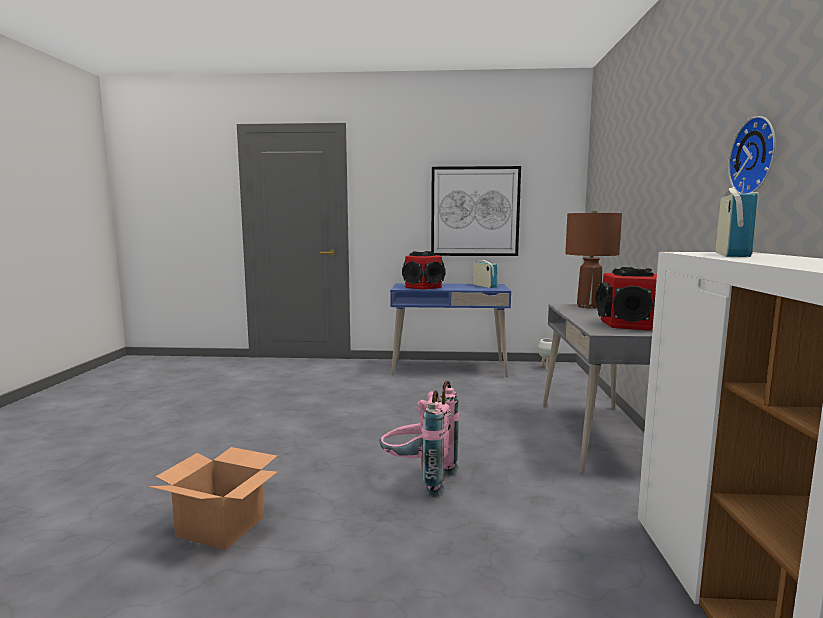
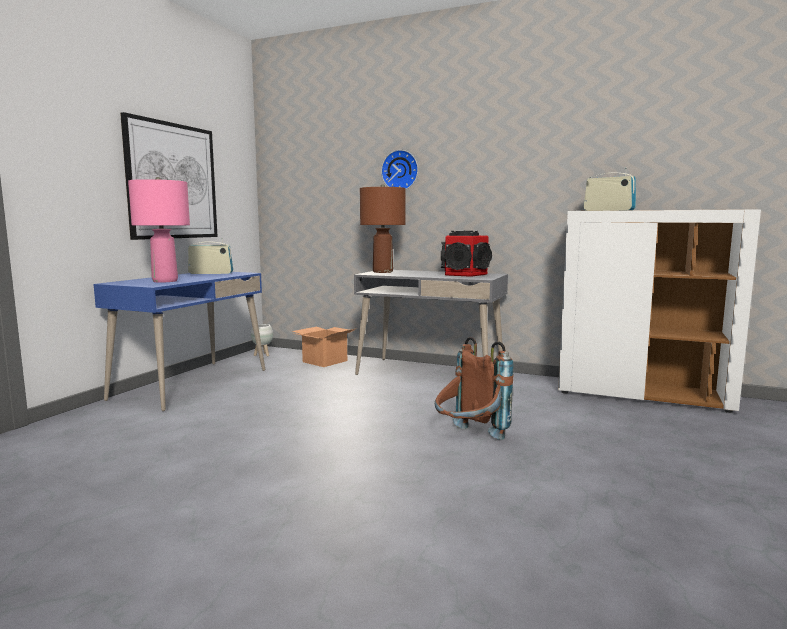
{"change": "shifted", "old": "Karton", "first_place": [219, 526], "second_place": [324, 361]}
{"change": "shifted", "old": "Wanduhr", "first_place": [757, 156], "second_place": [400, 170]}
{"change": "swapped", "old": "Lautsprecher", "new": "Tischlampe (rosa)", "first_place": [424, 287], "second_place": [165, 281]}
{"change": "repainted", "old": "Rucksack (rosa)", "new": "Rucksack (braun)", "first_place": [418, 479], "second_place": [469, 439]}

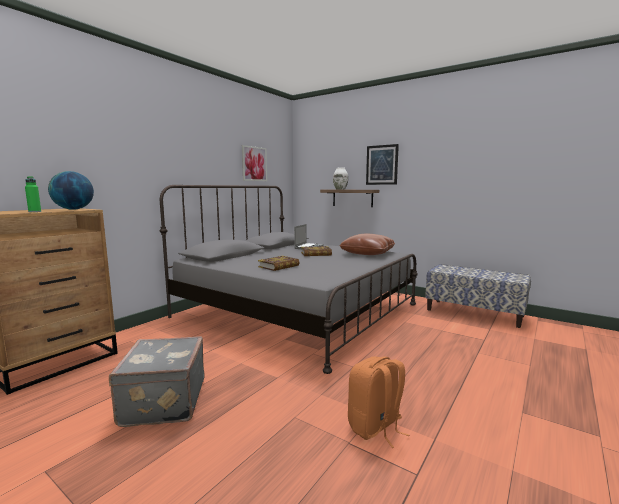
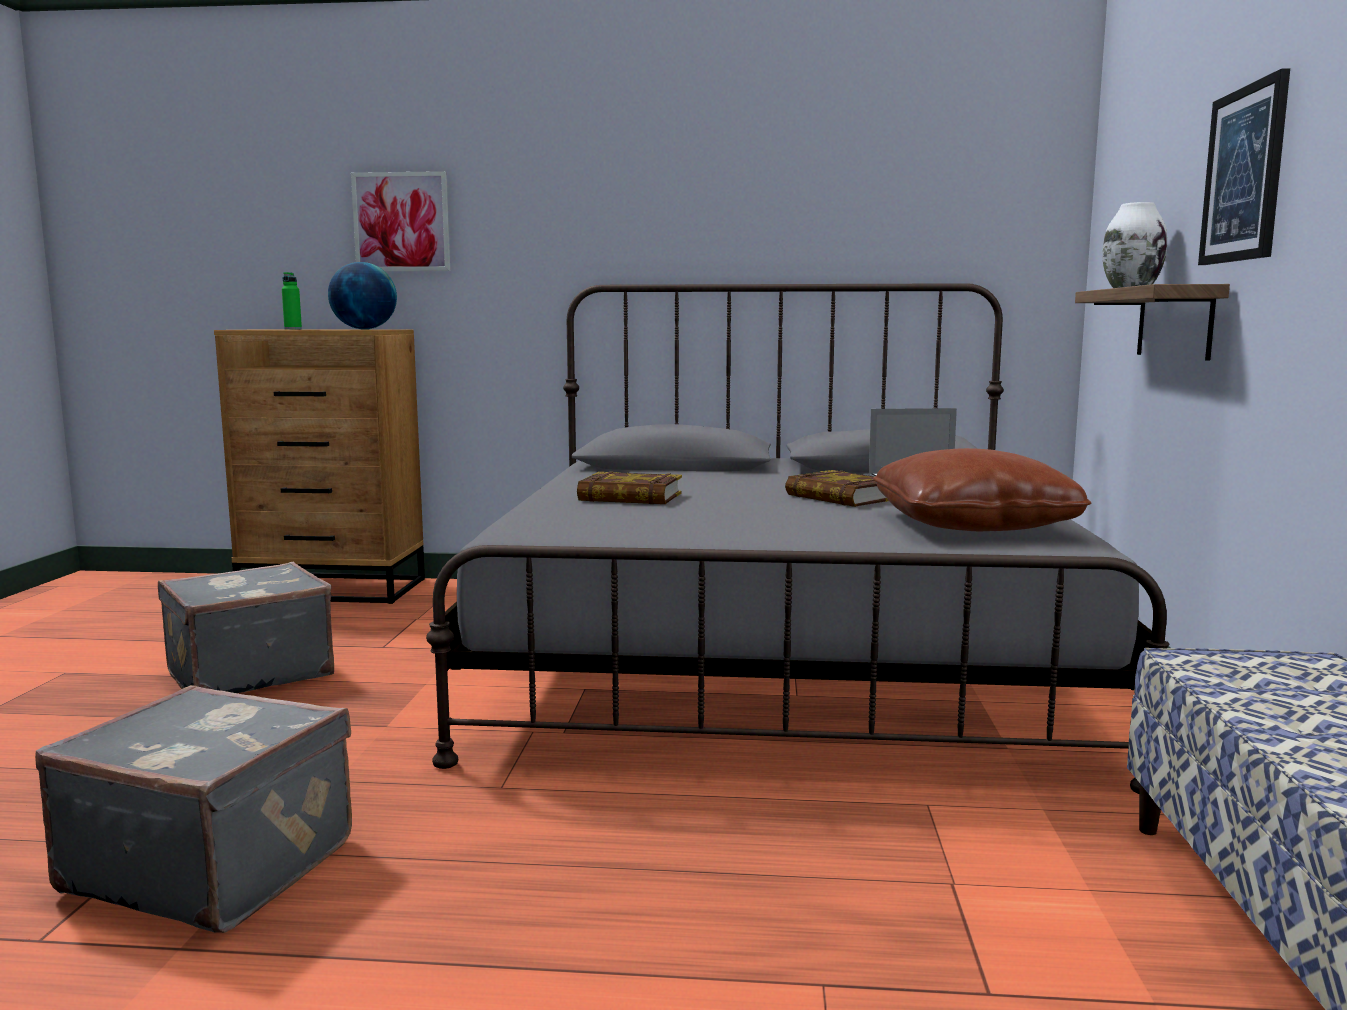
{"change": "shifted", "old": "Bild", "first_place": [254, 164], "second_place": [401, 222]}
{"change": "swapped", "old": "Rucksack (orange)", "new": "Koffer (grau)", "first_place": [375, 427], "second_place": [213, 864]}

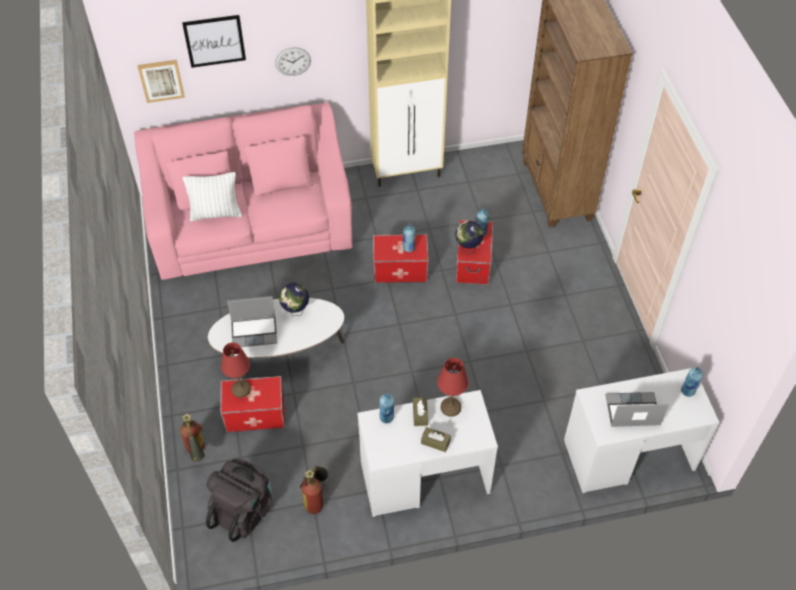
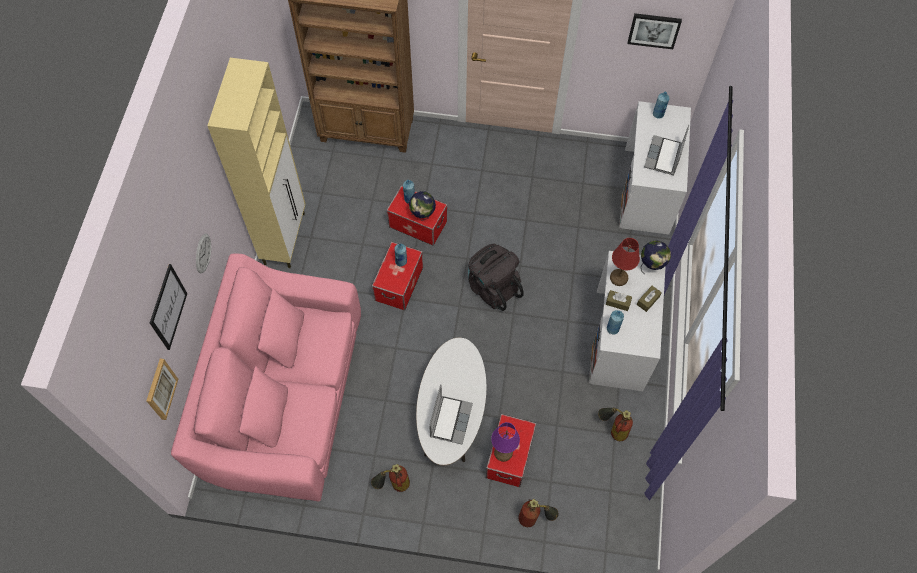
{"change": "gone", "old": "Kissen (weiß)", "first_place": [216, 213]}
{"change": "new", "new": "Feuerlöscher", "second_place": [393, 485]}
{"change": "new", "new": "Bild", "second_place": [654, 30]}
{"change": "shifted", "old": "Rucksack (schwarz)", "first_place": [244, 510], "second_place": [492, 287]}
{"change": "shifted", "old": "Globus", "first_place": [295, 311], "second_place": [651, 265]}
{"change": "repainted", "old": "Tischlampe (rot)", "new": "Tischlampe (lila)", "first_place": [241, 389], "second_place": [503, 452]}

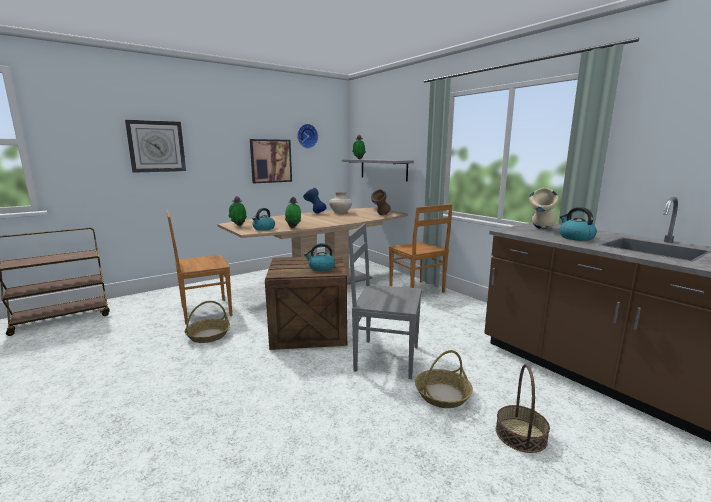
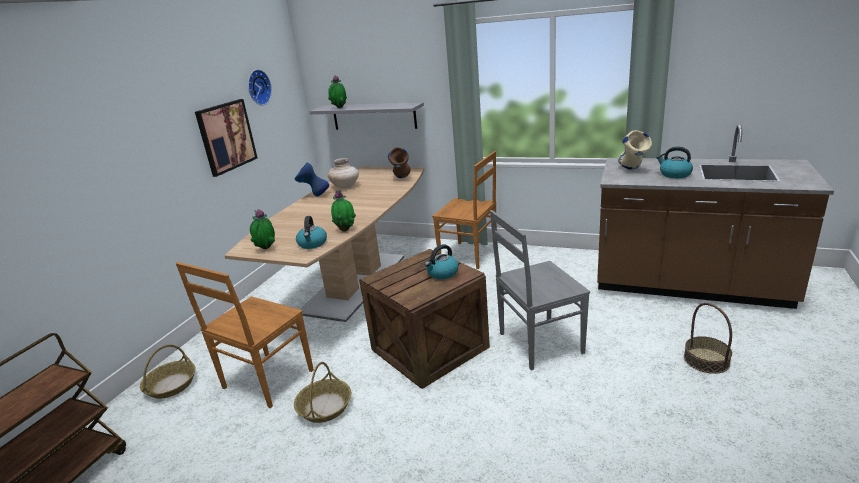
{"change": "gone", "old": "Wanduhr", "first_place": [156, 146]}
{"change": "shifted", "old": "Korb", "first_place": [442, 394], "second_place": [171, 385]}

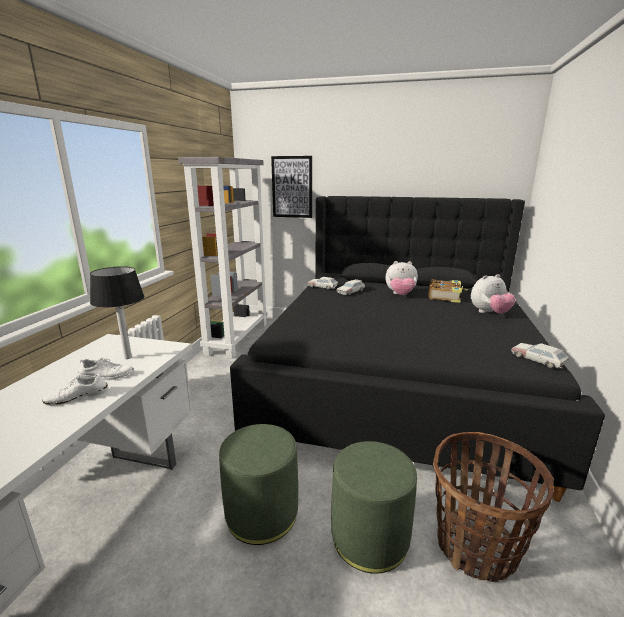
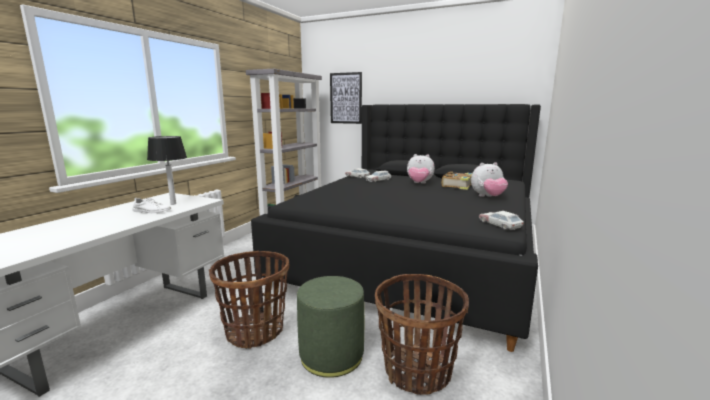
{"change": "gone", "old": "Schuh (weiß)", "first_place": [77, 396]}
{"change": "swapped", "old": "Polsterhocker (grün)", "new": "Korb", "first_place": [261, 513], "second_place": [255, 331]}

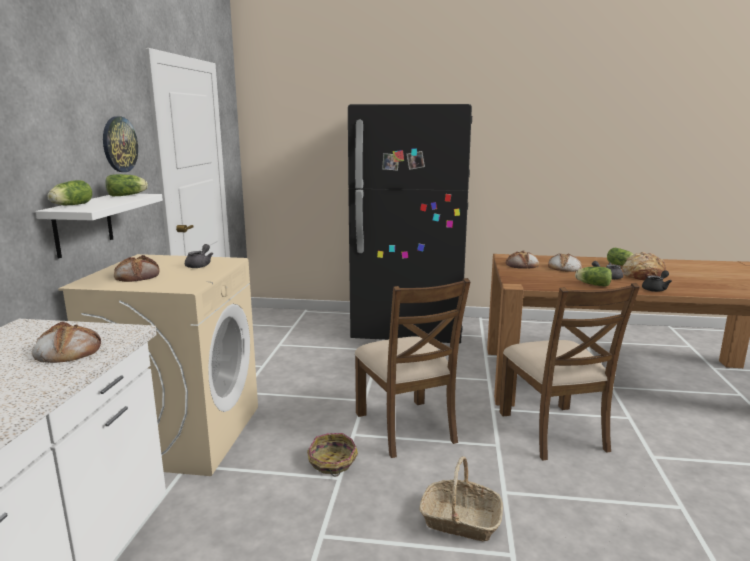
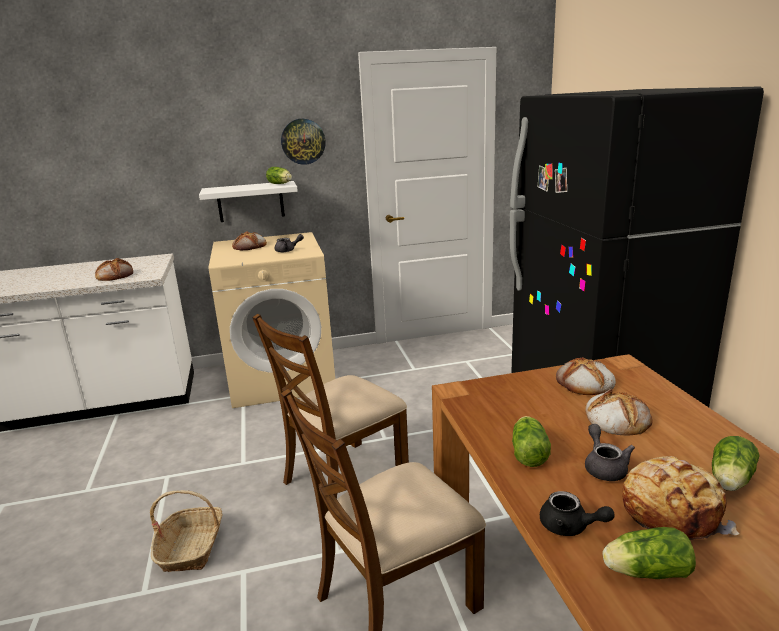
{"change": "gone", "old": "Korb", "first_place": [332, 463]}
{"change": "shifted", "old": "Salatkopf", "first_place": [70, 205], "second_place": [644, 572]}

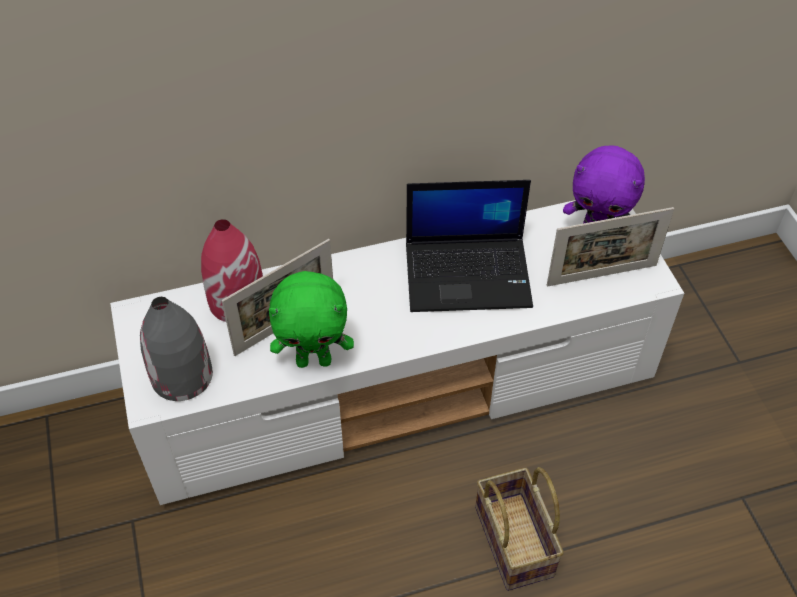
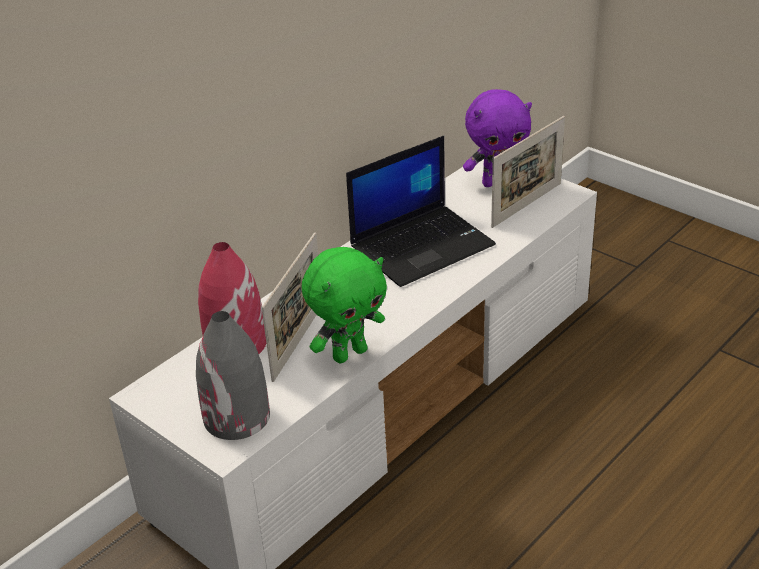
{"change": "gone", "old": "Korb", "first_place": [516, 543]}

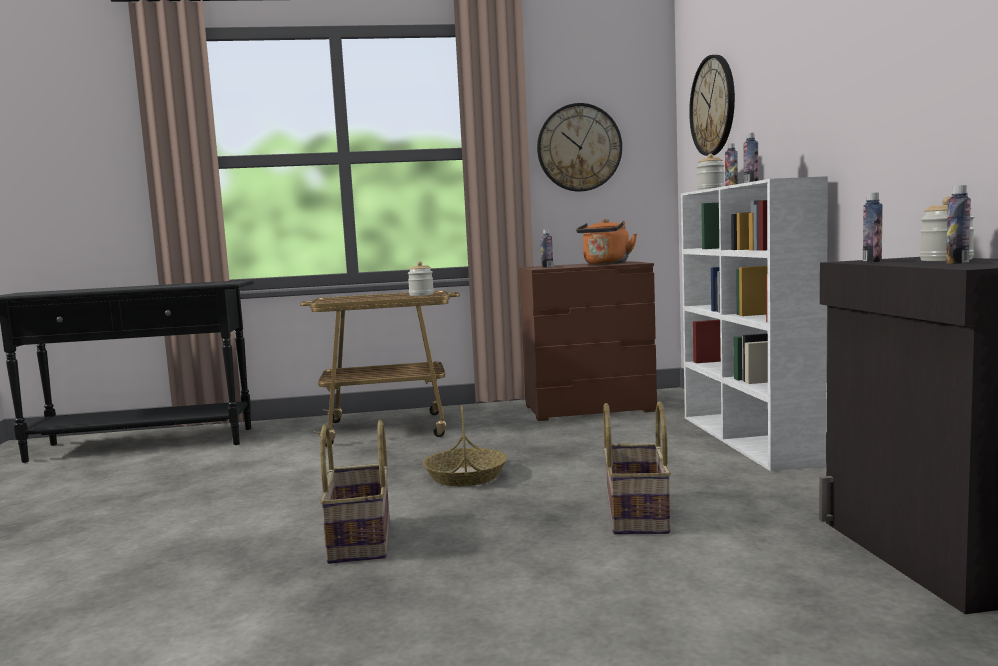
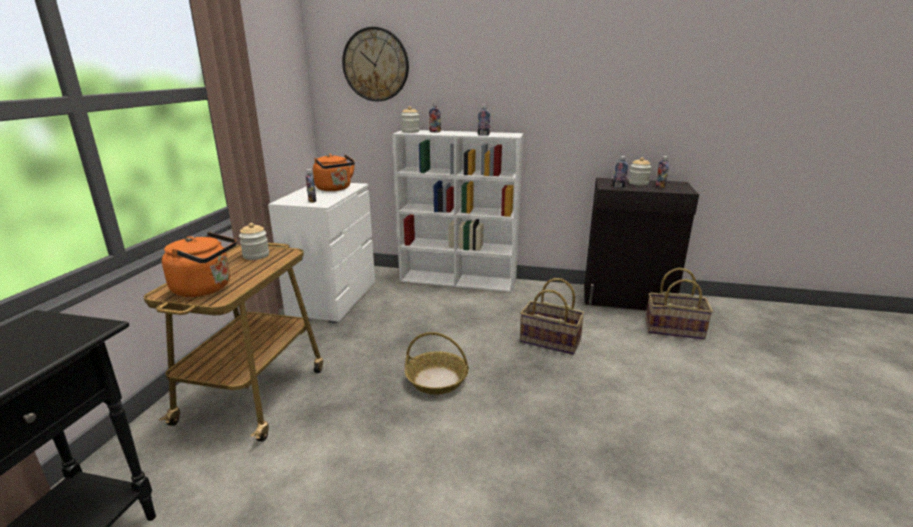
{"change": "gone", "old": "Wanduhr", "first_place": [579, 148]}
{"change": "new", "new": "Wasserkessel (orange)", "second_place": [206, 288]}
{"change": "shifted", "old": "Korb", "first_place": [362, 540], "second_place": [674, 329]}
{"change": "repainted", "old": "Kommode (braun)", "new": "Kommode (weiß)", "first_place": [589, 408], "second_place": [333, 299]}

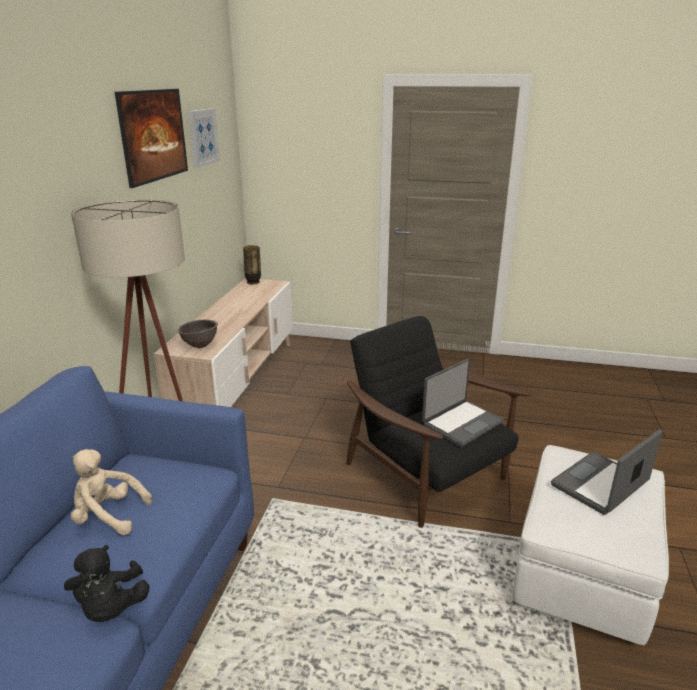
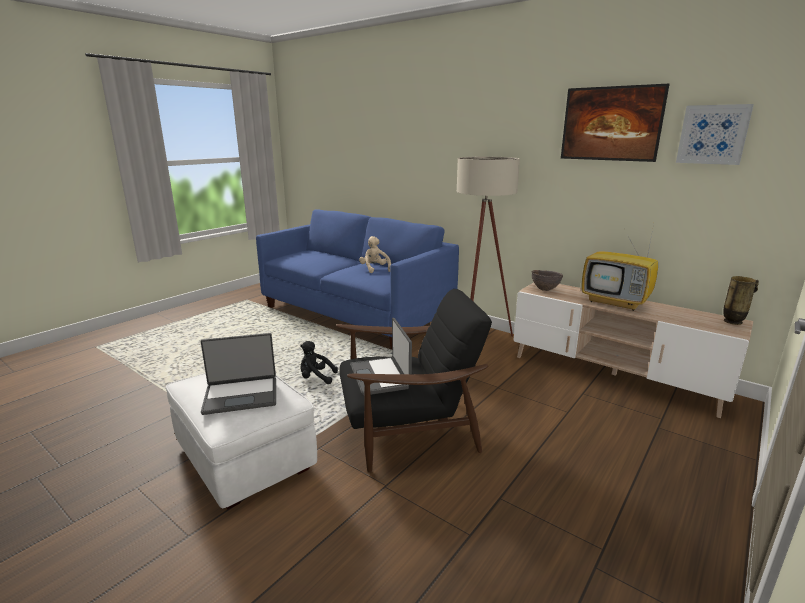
{"change": "new", "new": "Fernseher", "second_place": [616, 302]}
{"change": "shifted", "old": "Plüschtier (schwarz)", "first_place": [111, 608], "second_place": [316, 378]}
{"change": "rotated", "old": "Plüschtier (beige)", "first_place": [108, 516], "second_place": [374, 269], "degrees": -60}
{"change": "rotated", "old": "Laptop", "first_place": [601, 485], "second_place": [241, 395], "degrees": 90}

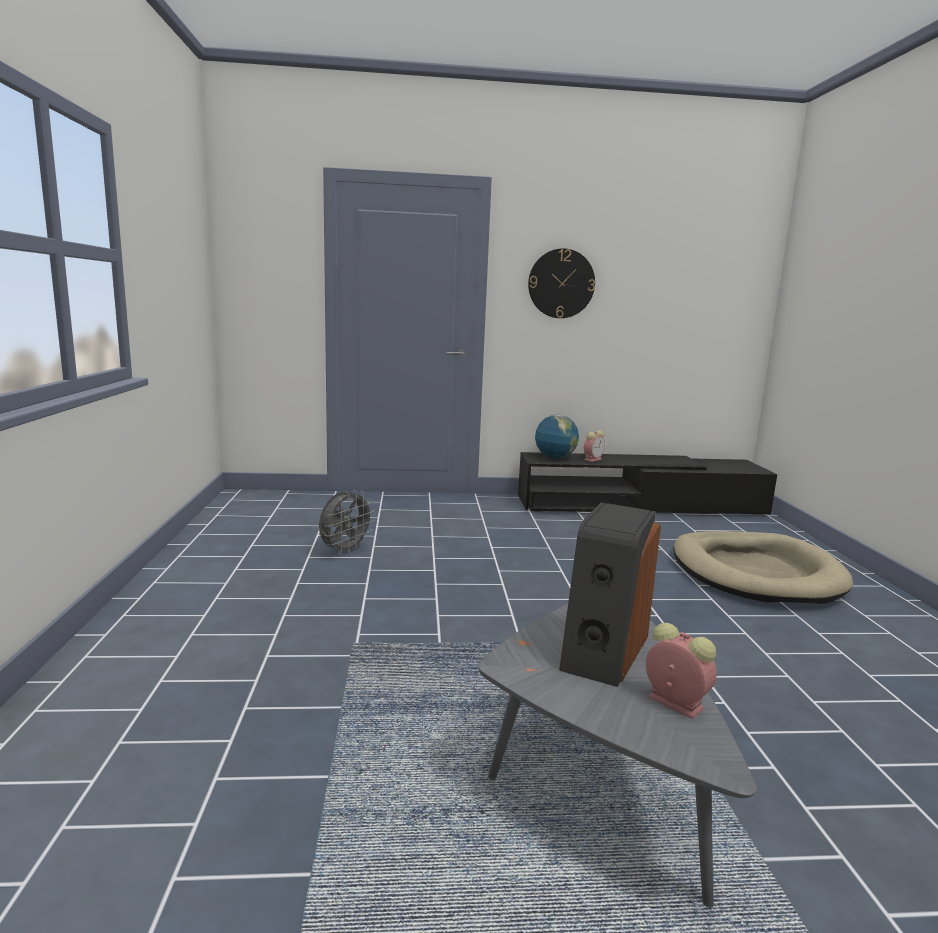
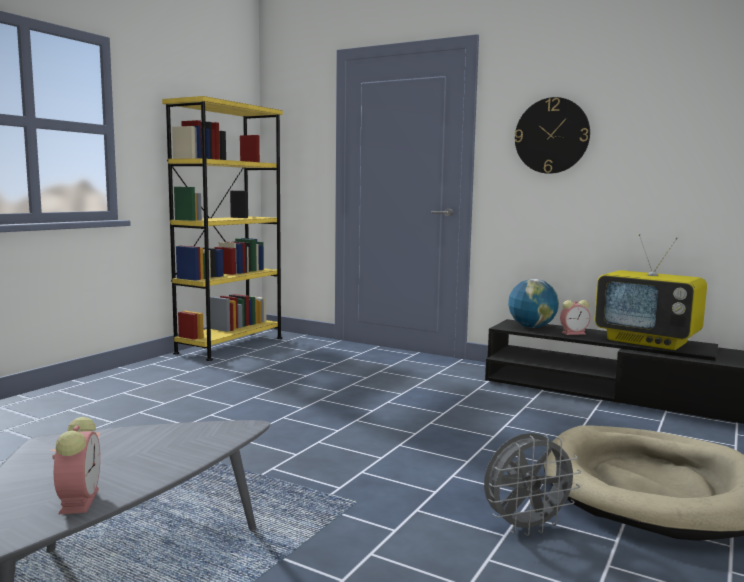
{"change": "gone", "old": "Lautsprecher", "first_place": [603, 651]}
{"change": "new", "new": "Bücherregal (gelb)", "second_place": [230, 345]}
{"change": "new", "new": "Fernseher", "second_place": [648, 341]}
{"change": "shifted", "old": "Ventilator (grau)", "first_place": [345, 551], "second_place": [526, 527]}

